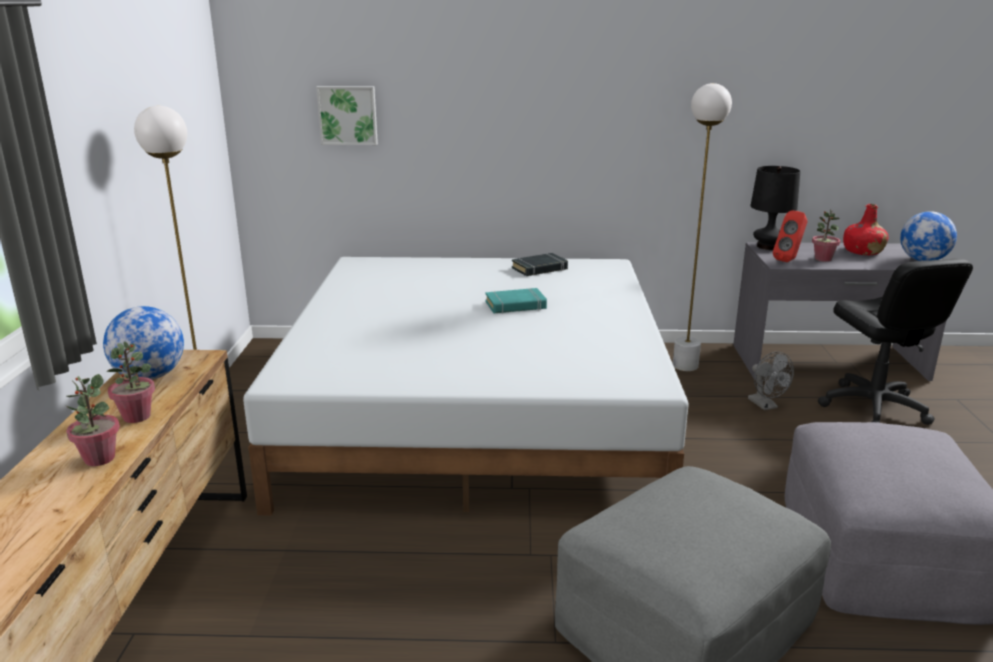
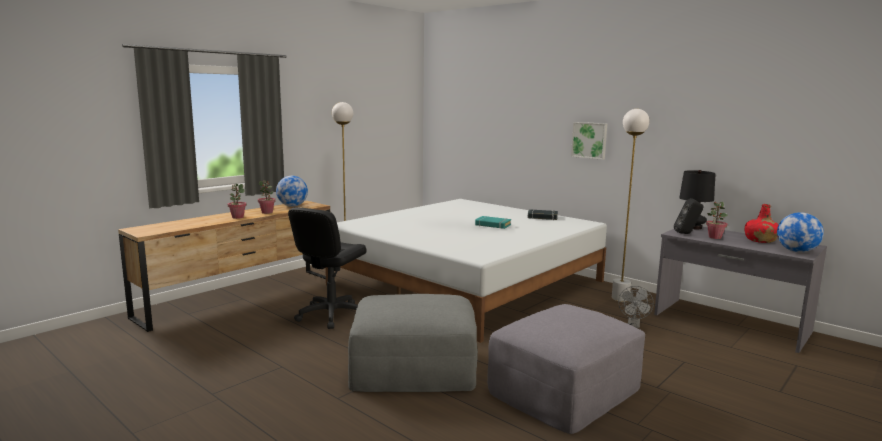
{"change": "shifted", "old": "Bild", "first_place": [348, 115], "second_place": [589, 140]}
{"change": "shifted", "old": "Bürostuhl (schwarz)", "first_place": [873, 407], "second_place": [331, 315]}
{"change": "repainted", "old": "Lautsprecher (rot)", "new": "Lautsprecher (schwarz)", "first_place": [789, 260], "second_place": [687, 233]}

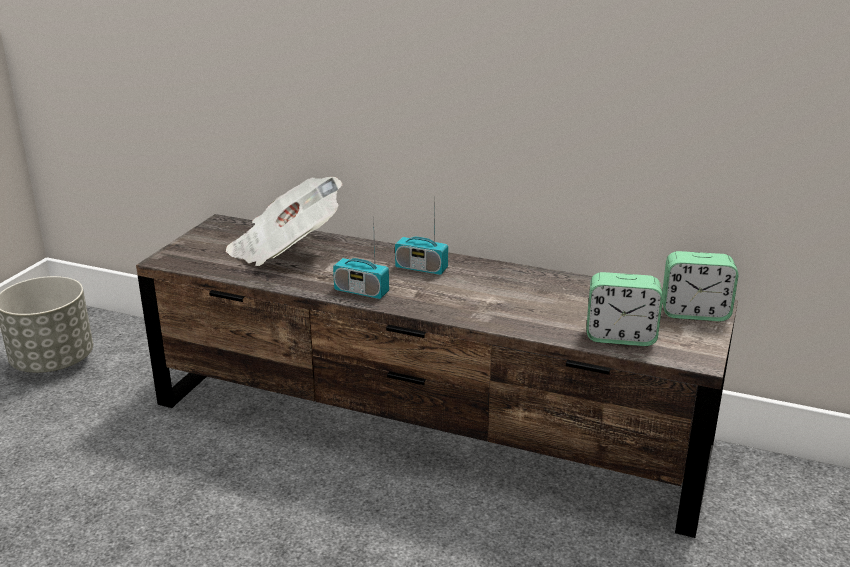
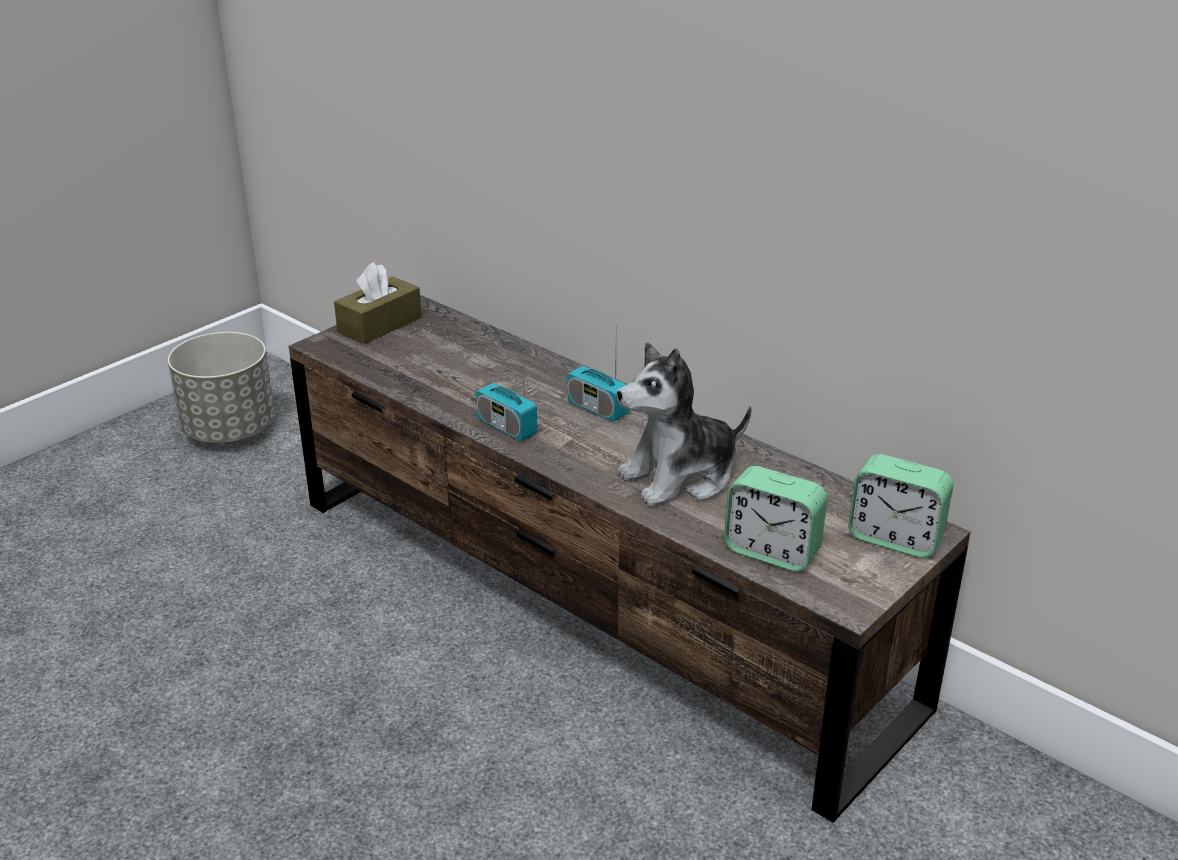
{"change": "gone", "old": "Zeitung", "first_place": [285, 249]}
{"change": "new", "new": "Taschentuchbox (braun)", "second_place": [380, 324]}
{"change": "new", "new": "Plüschtier", "second_place": [680, 477]}

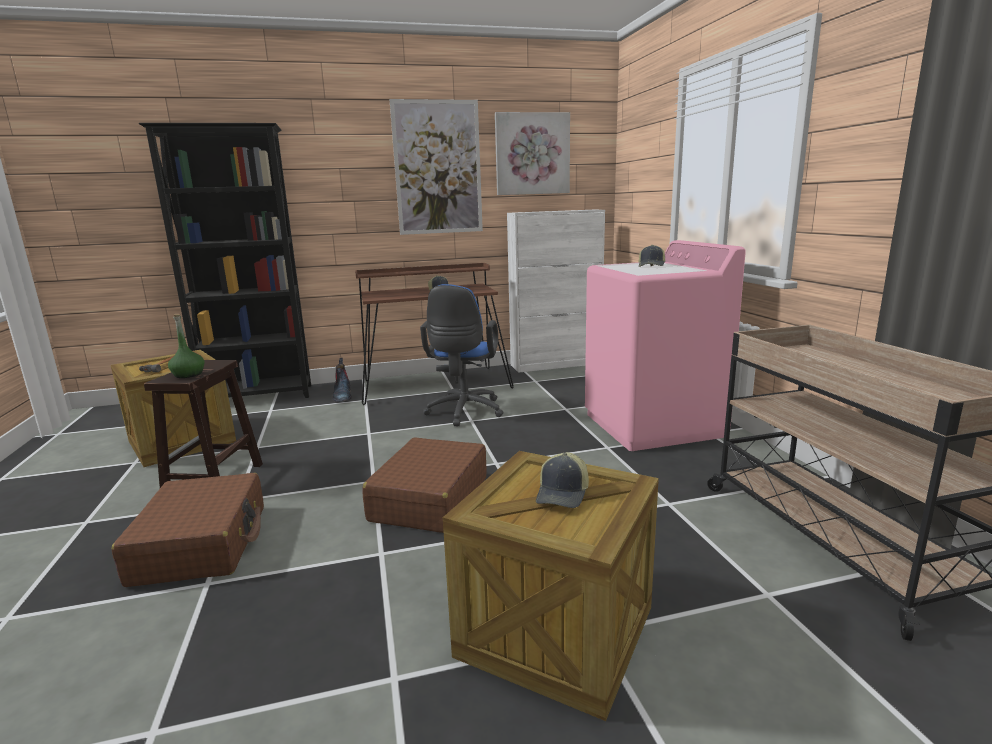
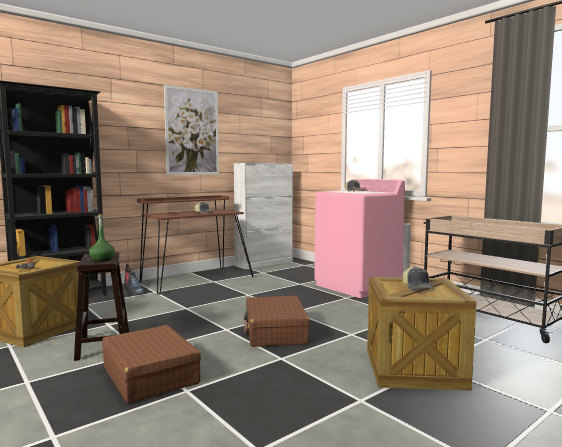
{"change": "gone", "old": "Bürostuhl (blau)", "first_place": [464, 412]}
{"change": "gone", "old": "Bild", "first_place": [532, 154]}

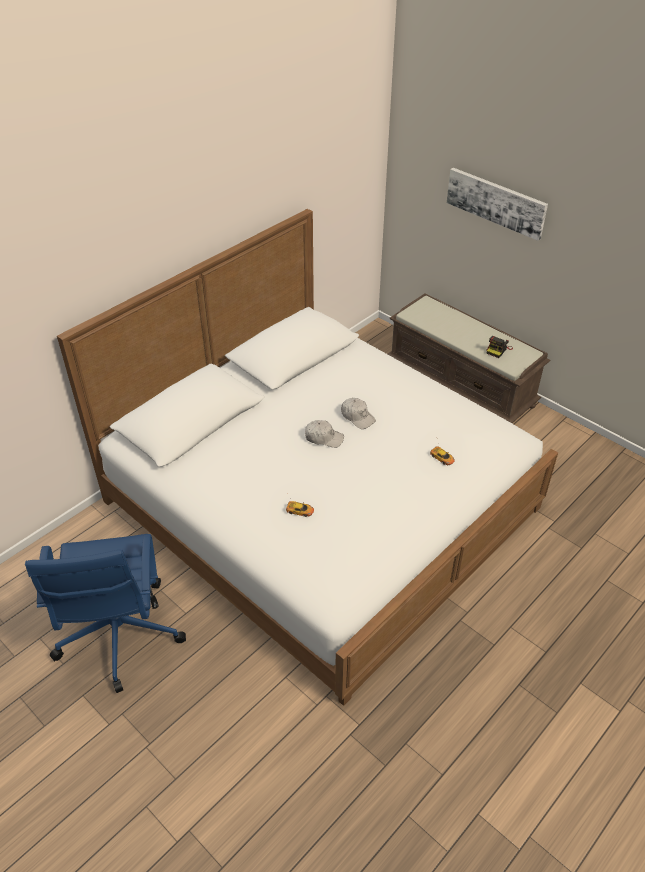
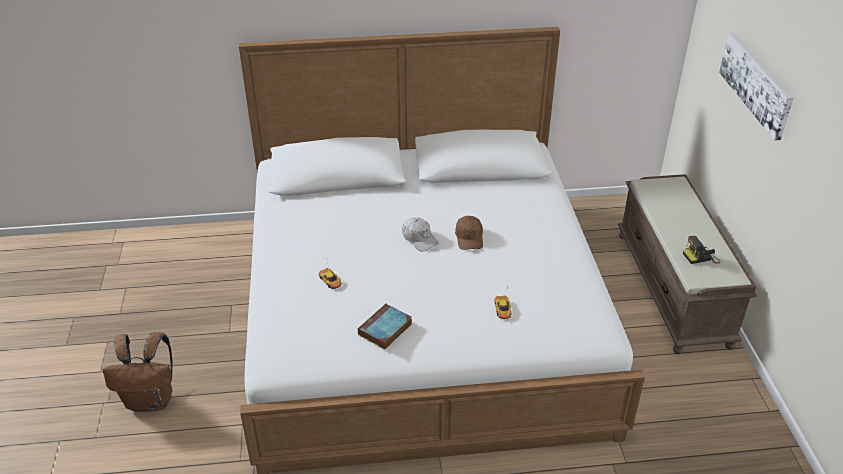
{"change": "gone", "old": "Bürostuhl (blau)", "first_place": [119, 636]}
{"change": "new", "new": "Rucksack (braun)", "second_place": [151, 400]}
{"change": "new", "new": "Buch", "second_place": [385, 330]}
{"change": "repainted", "old": "Kappe (weiß)", "new": "Kappe (braun)", "first_place": [357, 417], "second_place": [469, 237]}

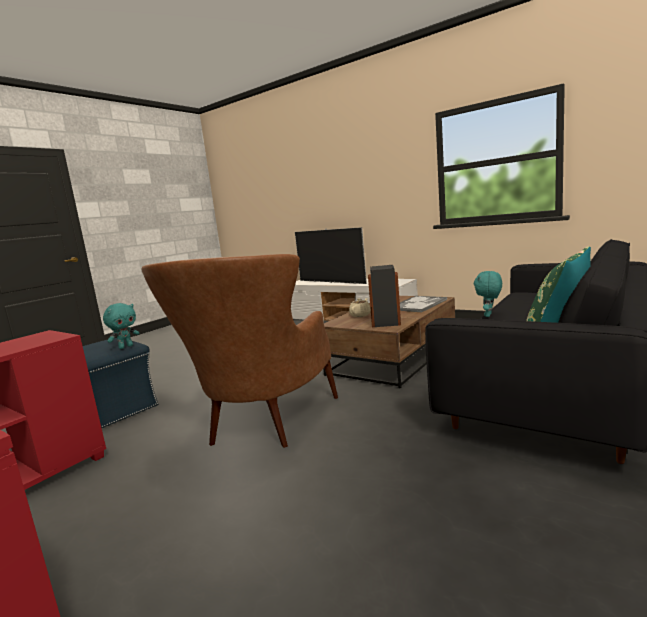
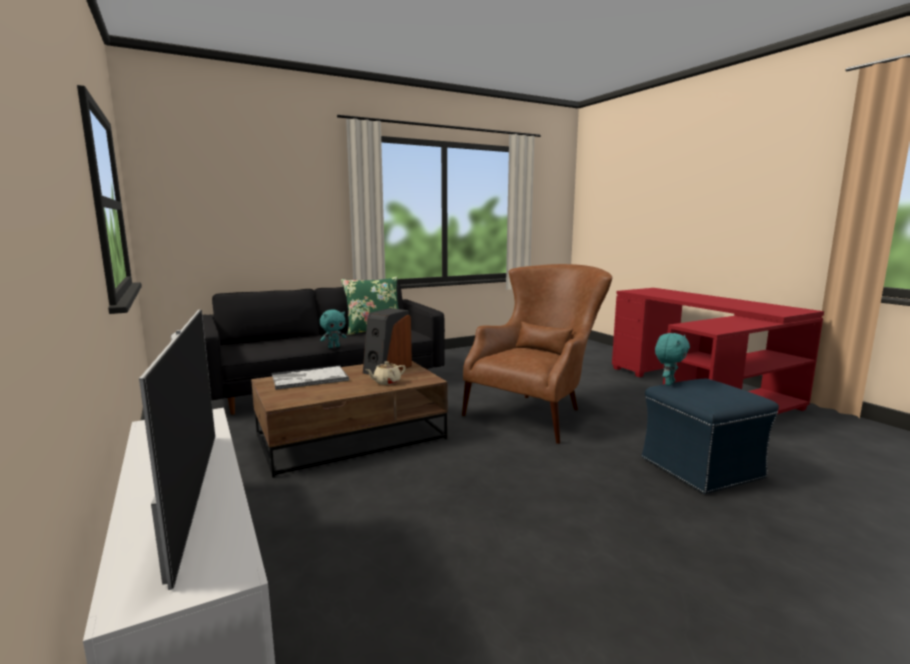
{"change": "rotated", "old": "Plüschtier (türkis)", "first_place": [126, 347], "second_place": [668, 383], "degrees": 150}

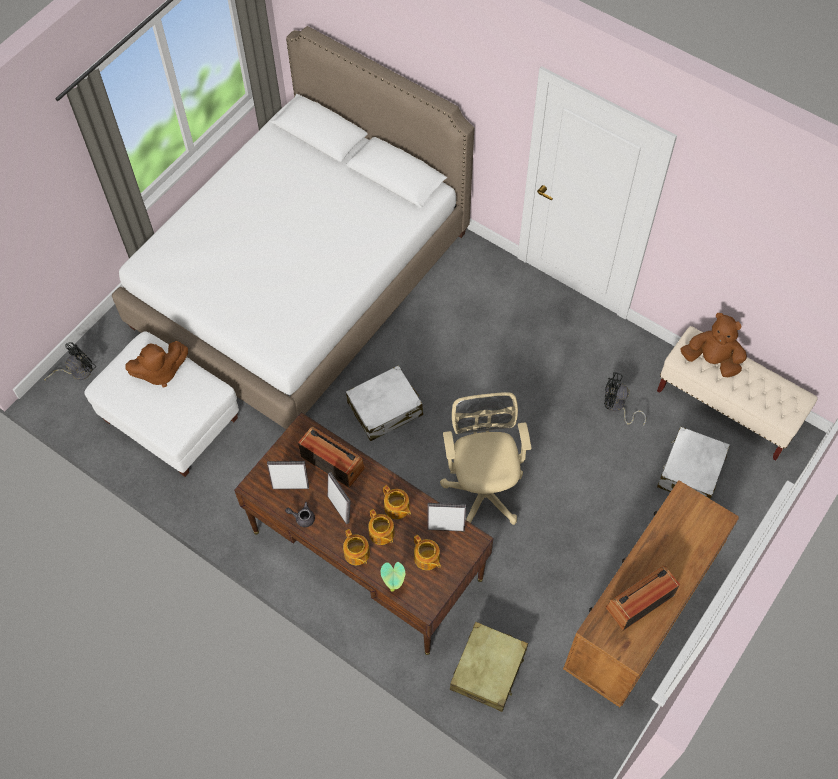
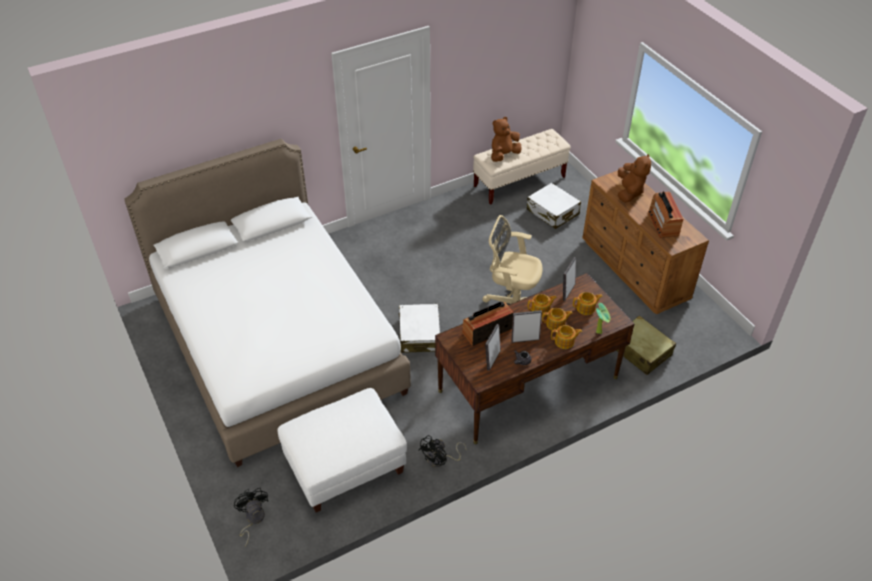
{"change": "shifted", "old": "Plüschtier (braun)", "first_place": [160, 372], "second_place": [629, 192]}
{"change": "shifted", "old": "Ventilator (schwarz)", "first_place": [616, 407], "second_place": [440, 460]}

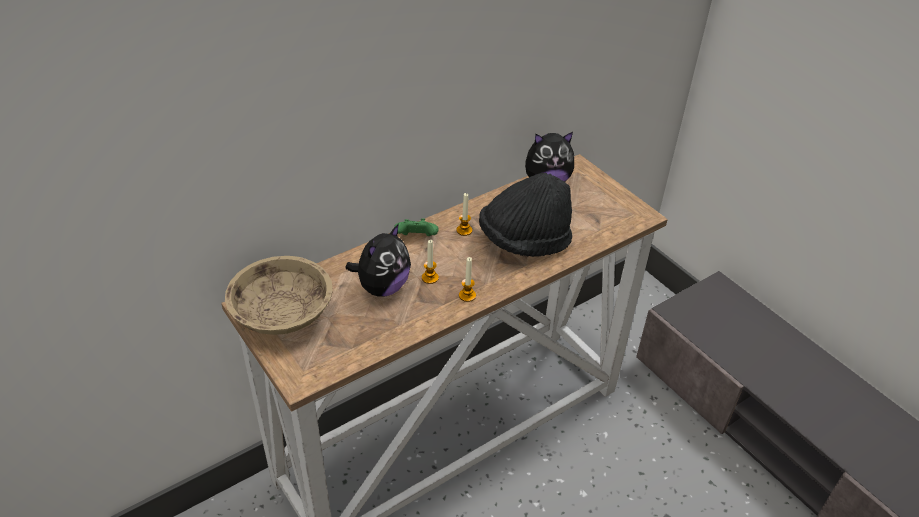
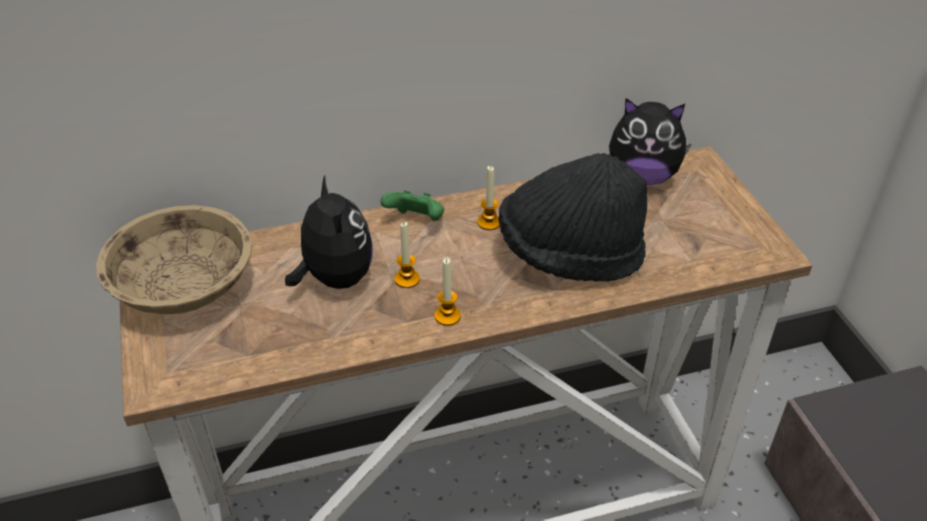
{"change": "rotated", "old": "Plüschtier", "first_place": [382, 287], "second_place": [334, 278], "degrees": -75}

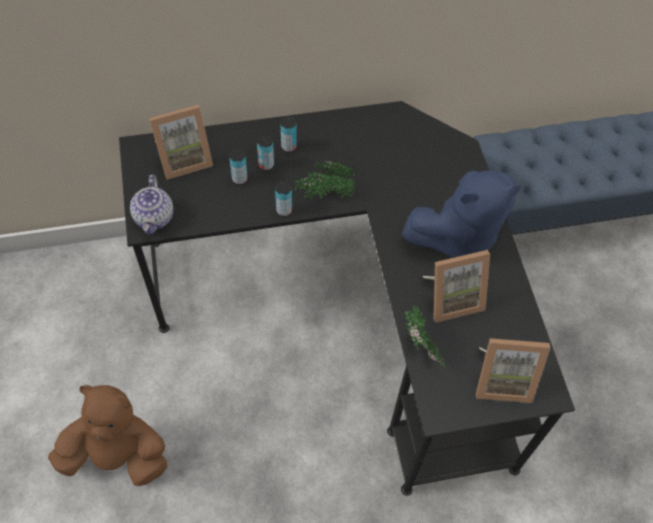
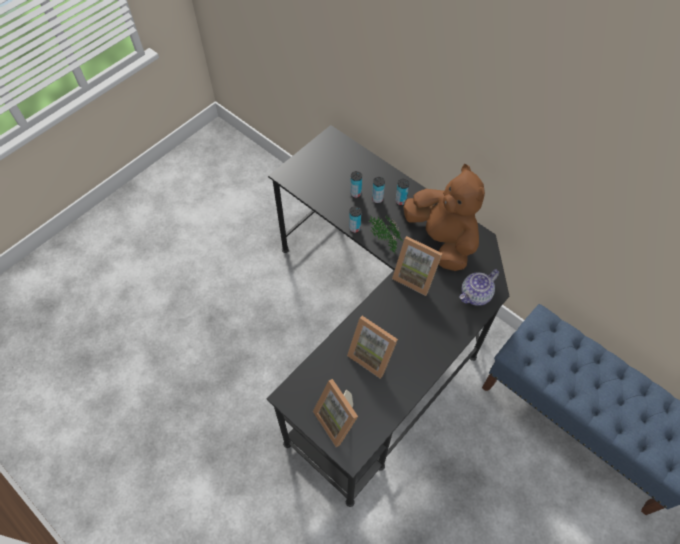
{"change": "gone", "old": "Plüschtier (blau)", "first_place": [458, 235]}
{"change": "gone", "old": "Topfpflanze", "first_place": [421, 349]}
{"change": "shifted", "old": "Plüschtier (braun)", "first_place": [118, 455], "second_place": [441, 240]}
{"change": "shifted", "old": "Teekanne", "first_place": [154, 218], "second_place": [475, 295]}
{"change": "shifted", "old": "Bilderrahmen", "first_place": [184, 158], "second_place": [415, 276]}

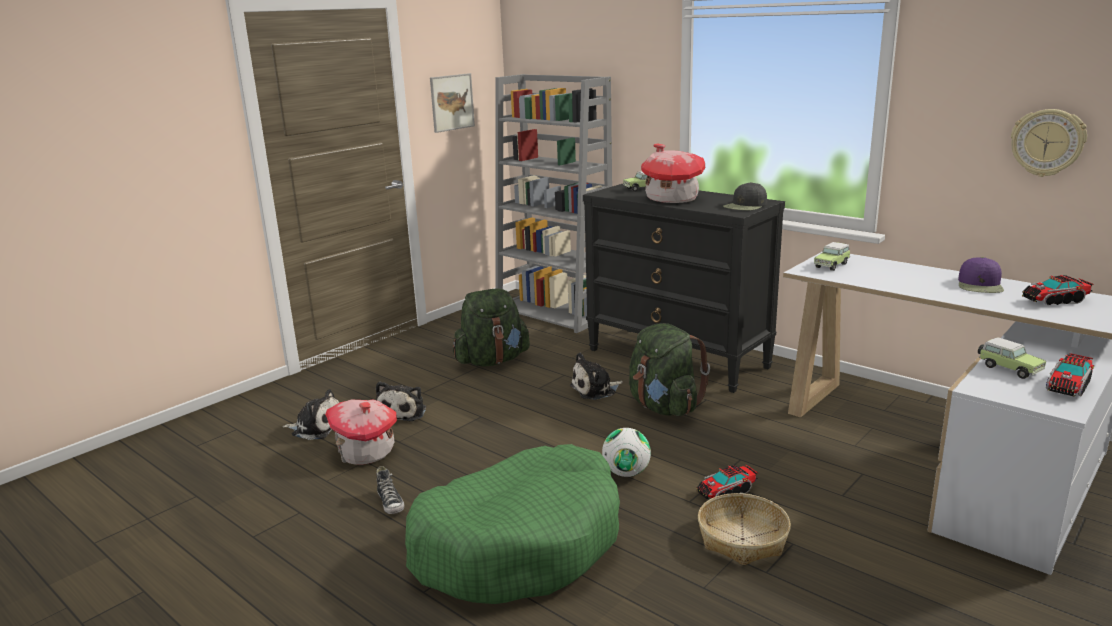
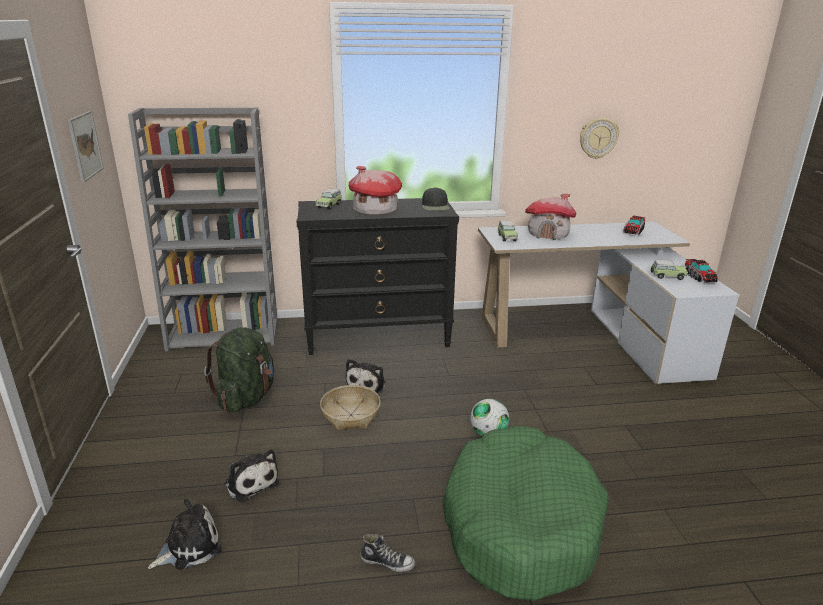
{"change": "gone", "old": "Rucksack (grün)", "first_place": [664, 407]}
{"change": "gone", "old": "Spielzeuglaster", "first_place": [726, 491]}
{"change": "gone", "old": "Kappe (lila)", "first_place": [980, 285]}
{"change": "shifted", "old": "Spielzeughaus", "first_place": [365, 452], "second_place": [548, 234]}
{"change": "shifted", "old": "Korb", "first_place": [742, 539], "second_place": [350, 415]}

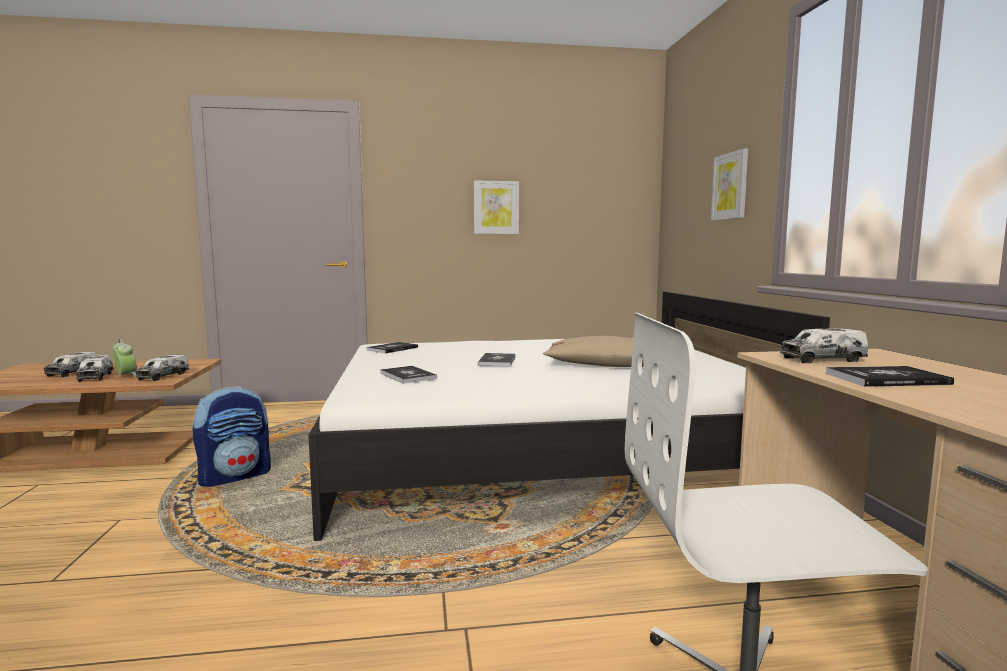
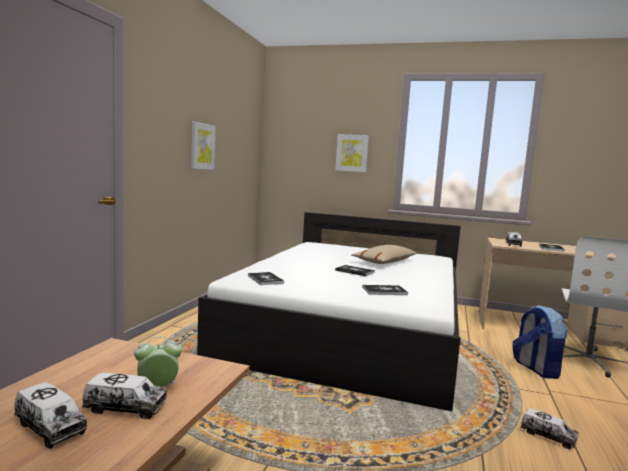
{"change": "shifted", "old": "Spielzeuglaster", "first_place": [163, 376], "second_place": [548, 436]}
{"change": "shifted", "old": "Rucksack", "first_place": [235, 477], "second_place": [535, 369]}

